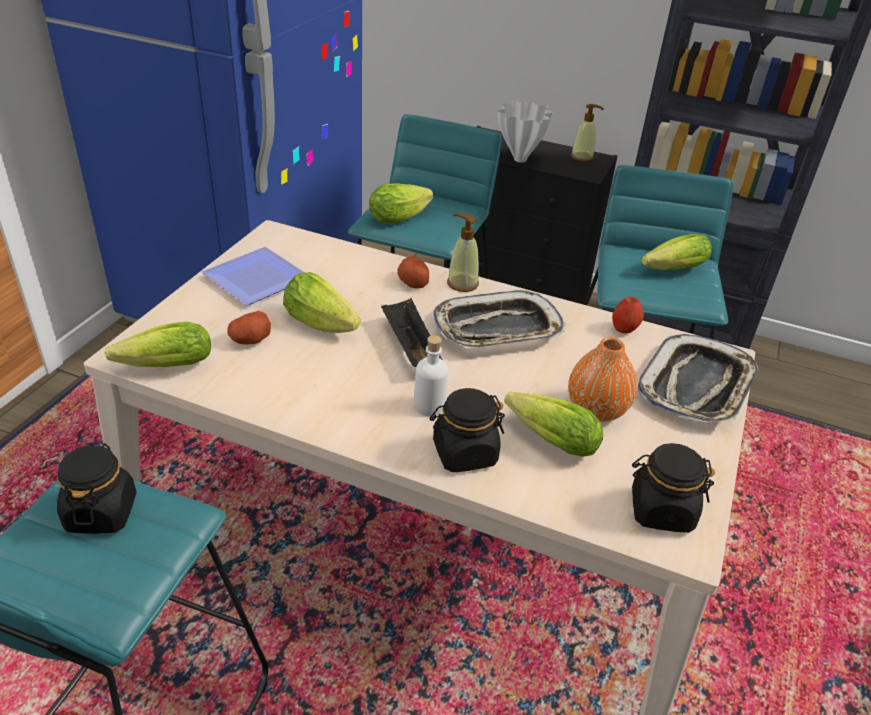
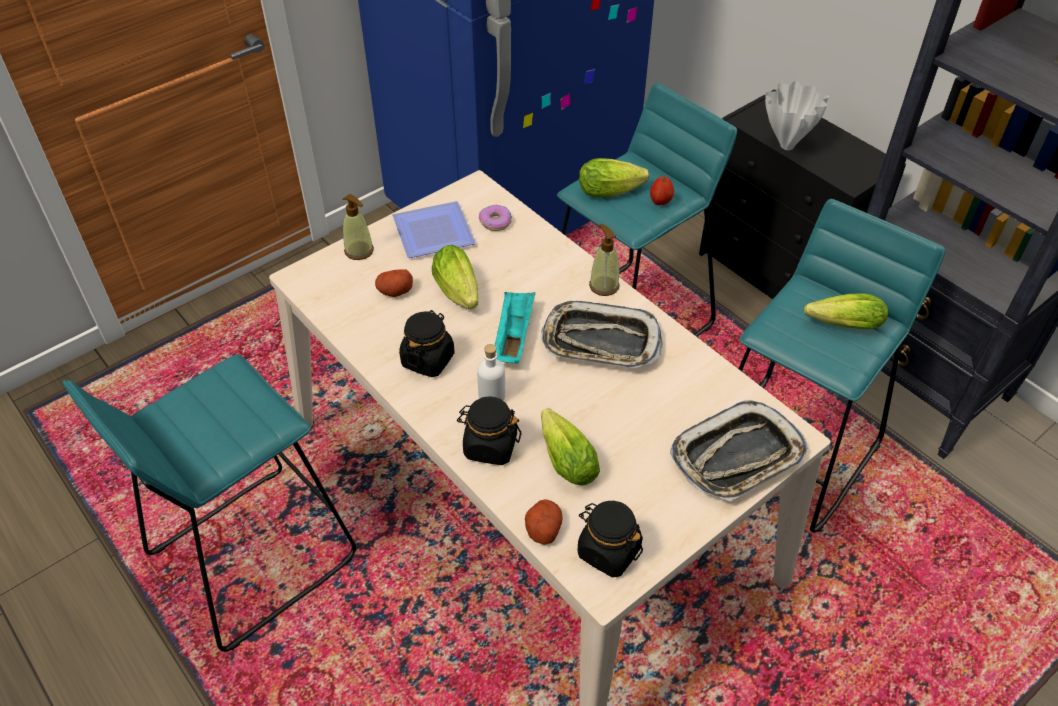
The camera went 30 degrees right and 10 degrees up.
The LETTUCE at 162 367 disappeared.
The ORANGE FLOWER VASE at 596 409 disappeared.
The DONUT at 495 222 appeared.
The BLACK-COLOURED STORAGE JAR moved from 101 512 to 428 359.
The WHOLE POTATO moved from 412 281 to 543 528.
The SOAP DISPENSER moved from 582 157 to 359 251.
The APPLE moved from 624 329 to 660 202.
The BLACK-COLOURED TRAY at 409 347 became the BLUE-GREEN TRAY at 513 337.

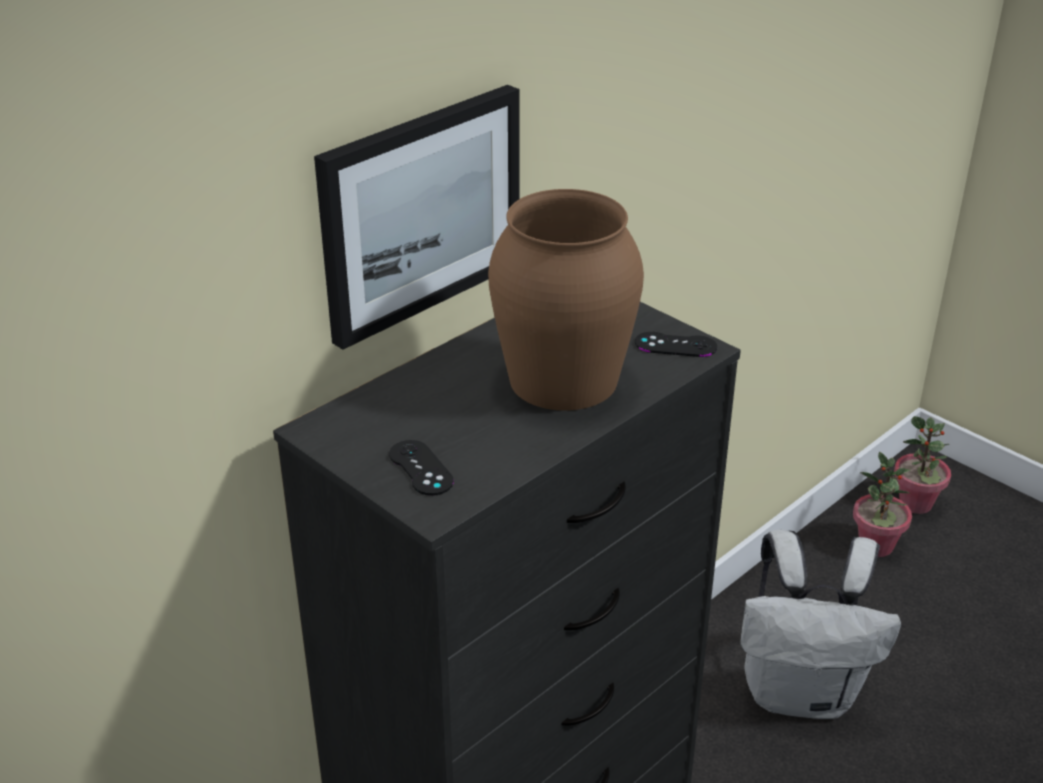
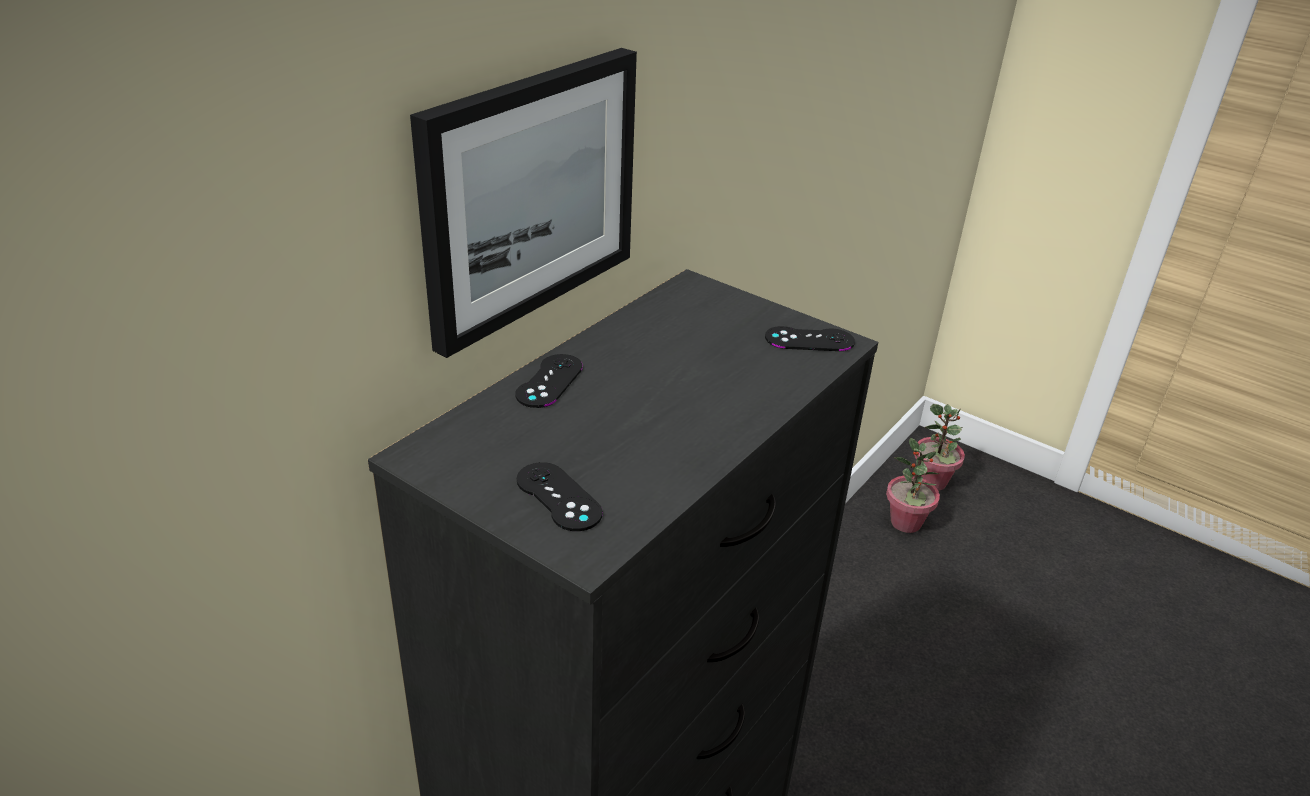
The camera went 10 degrees left and 0 degrees up.
The BROWN FLOWER VASE at 563 380 disappeared.
The WHITE-COLOURED RUCKSACK at 802 693 disappeared.
The BLACK-COLOURED GAME CONTROLLER at 549 381 appeared.

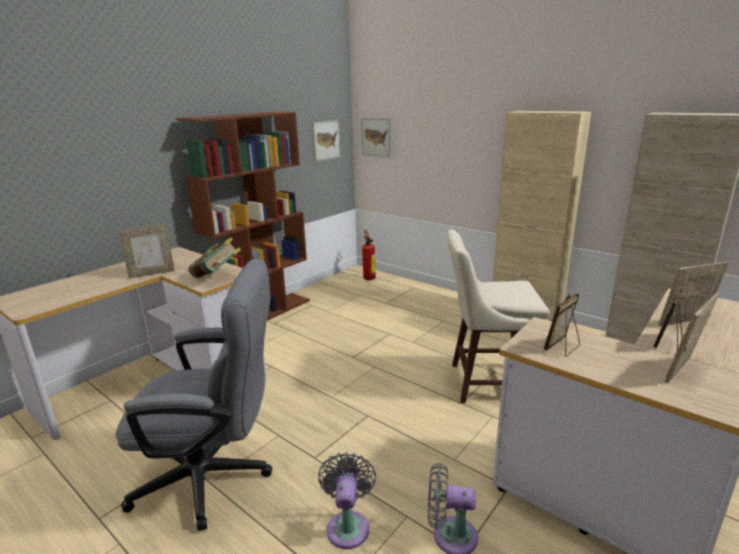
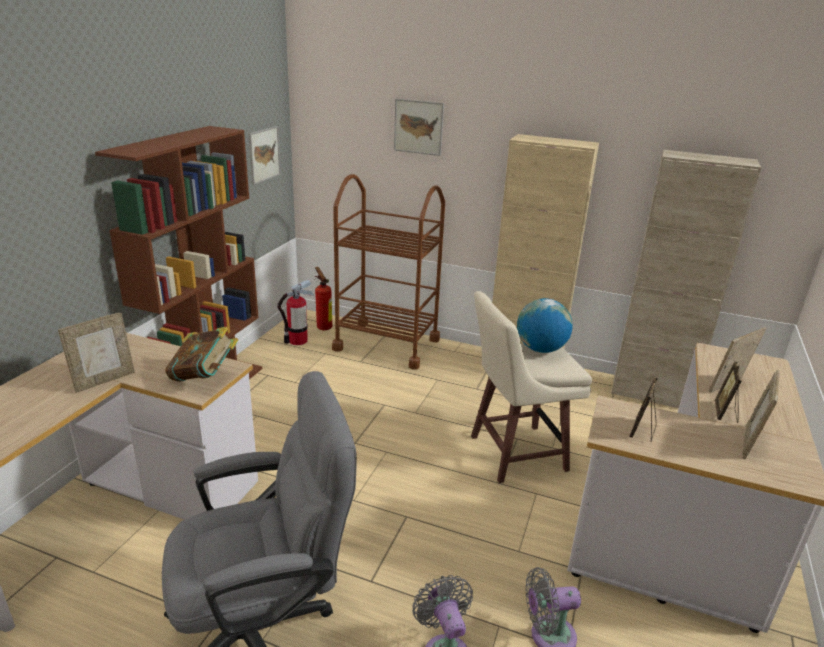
The camera went 20 degrees left and 5 degrees up.
The FIRE EXTINGUISHER at 297 340 appeared.
The BROWN TROLLEY at 387 344 appeared.
The DESK GLOBE at 540 349 appeared.
The PICTURE moved from 376 137 to 418 127.

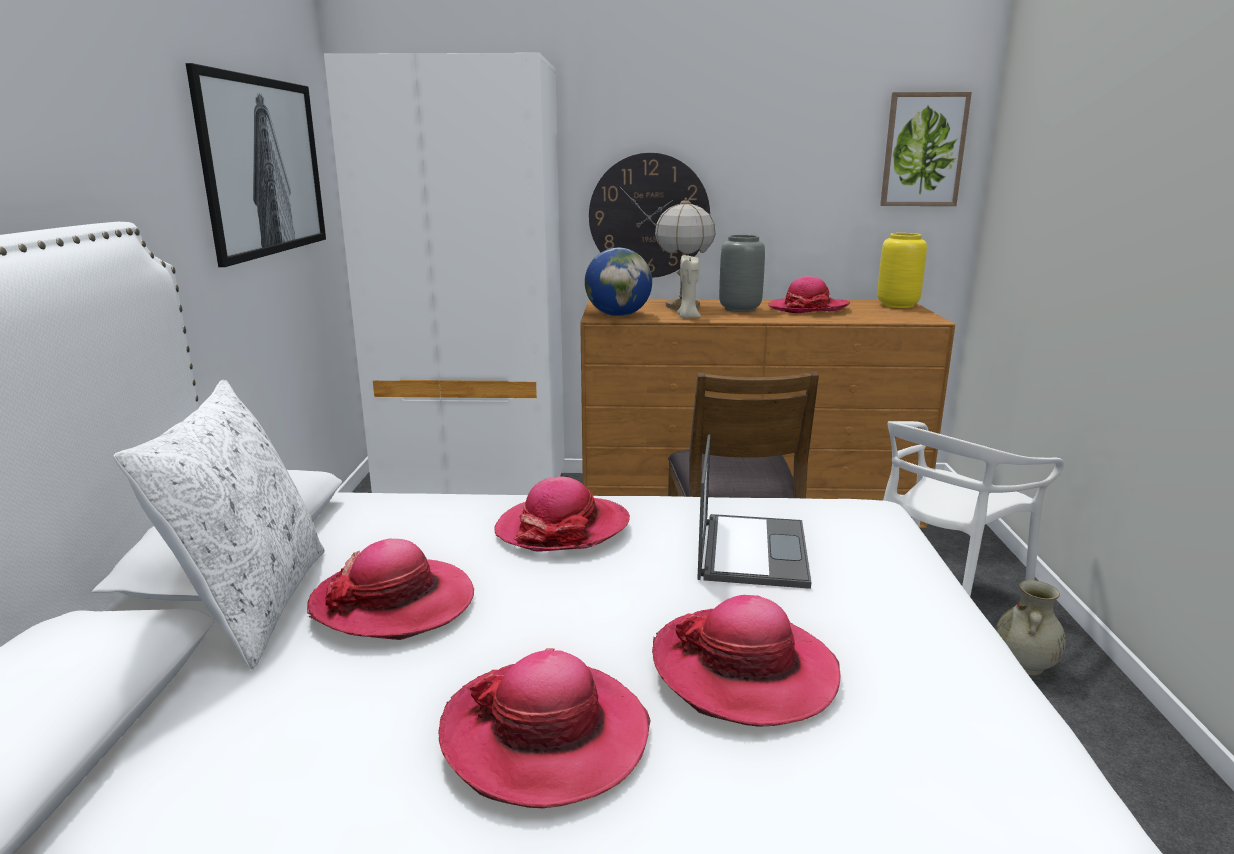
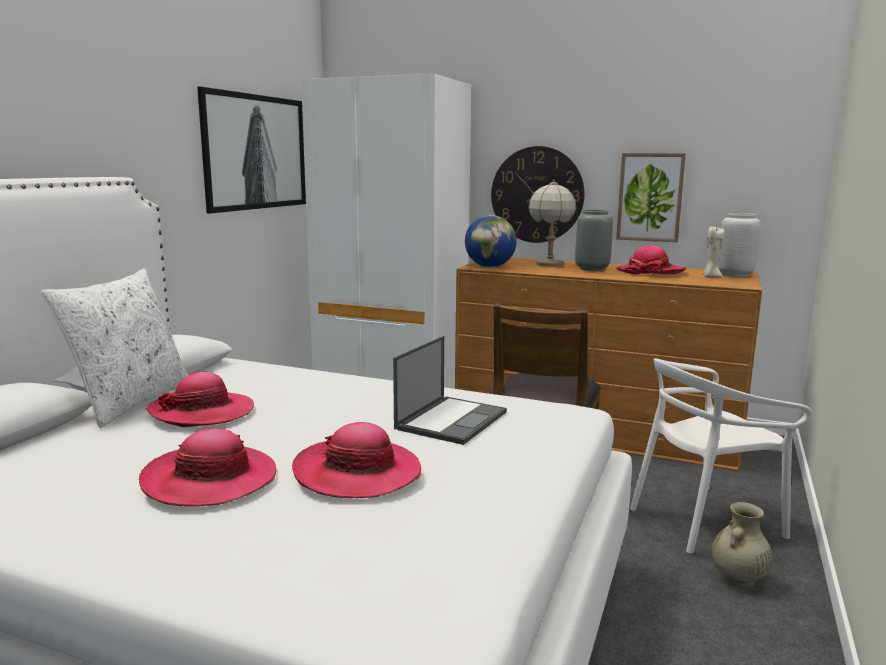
The camera went 20 degrees right and 5 degrees down.
The HAT at 563 528 disappeared.
The BEIGE-COLOURED CANDLE moved from 687 317 to 711 277.
The PICTURE moved from 923 150 to 650 197.
The YELLOW FLOWER VASE at 896 305 became the GREYISH FLOWER VASE at 734 275.

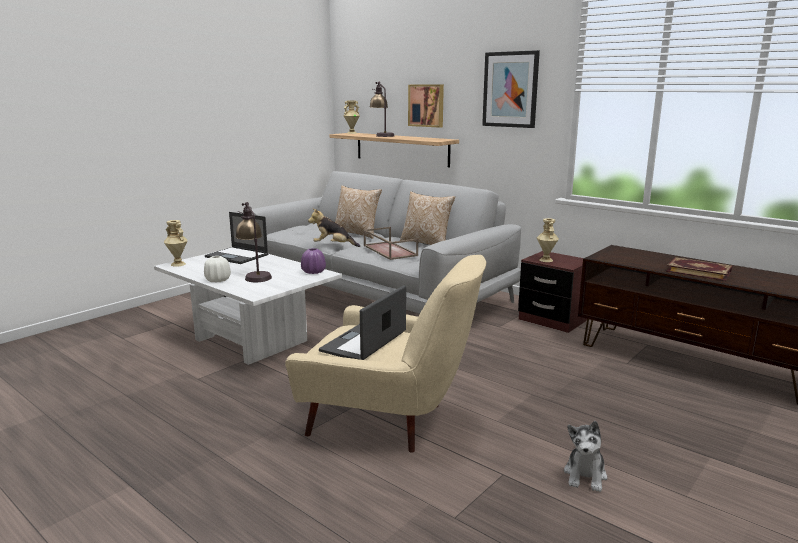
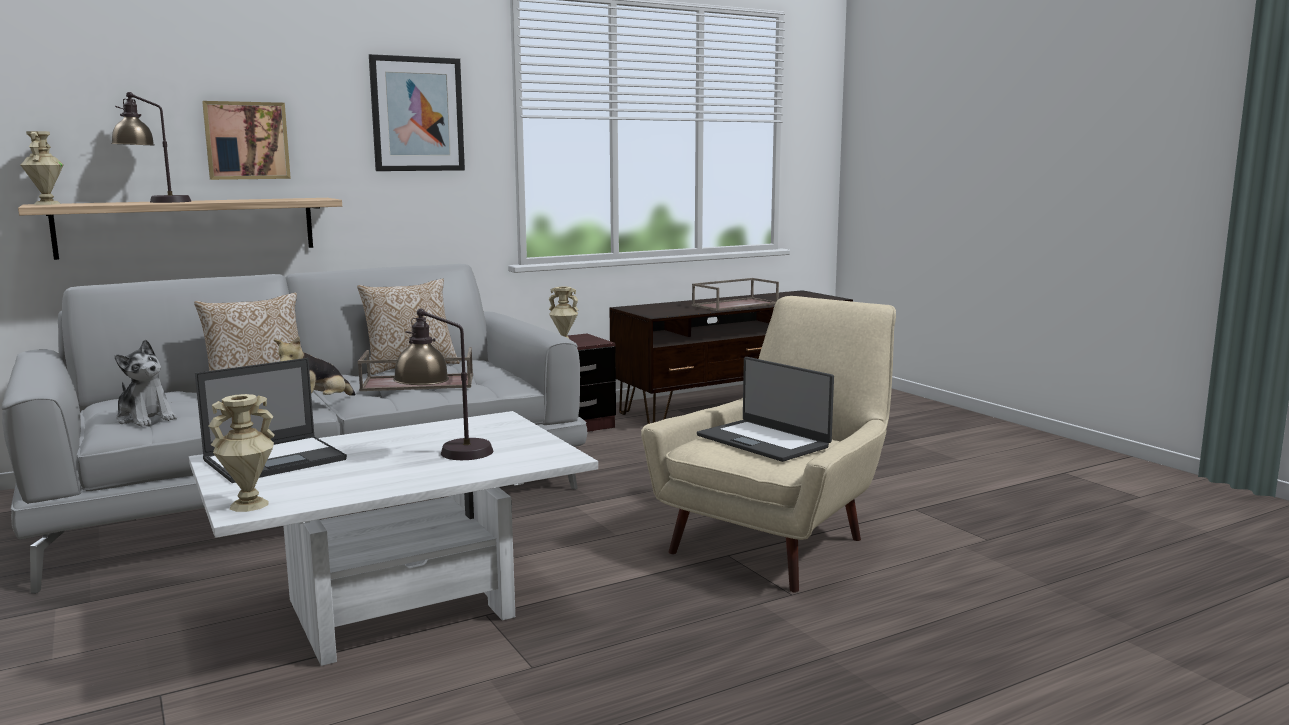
The camera went 70 degrees left and 5 degrees down.
The WHITE-COLOURED FLOWER VASE at 218 280 disappeared.
The PURPLE FLOWER VASE at 313 272 disappeared.
The SOFT TOY moved from 585 475 to 146 418.
The BOOK at 699 271 was replaced by the BROWN TRAY at 735 304.

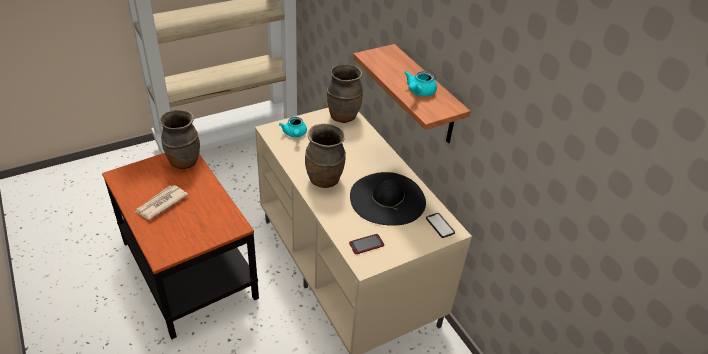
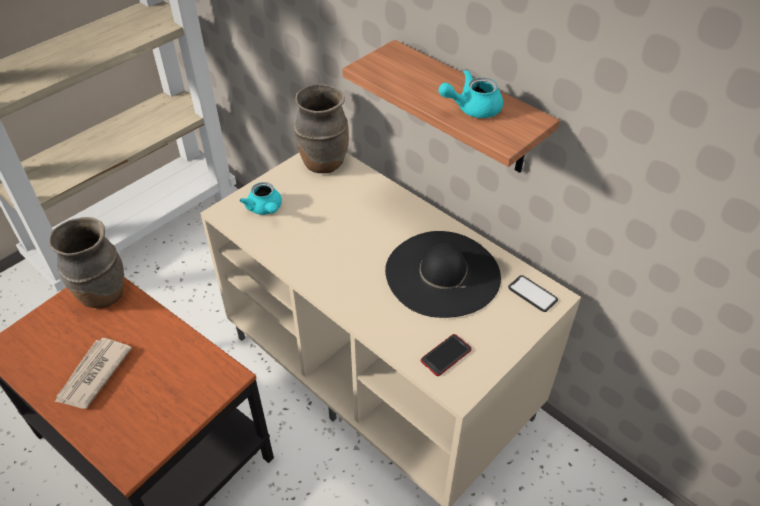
The camera went 15 degrees left and 5 degrees up.
The BROWN FLOWER VASE at 325 180 disappeared.
The BLUE-GREEN TEAPOT at 419 92 turned 60 degrees clockwise.

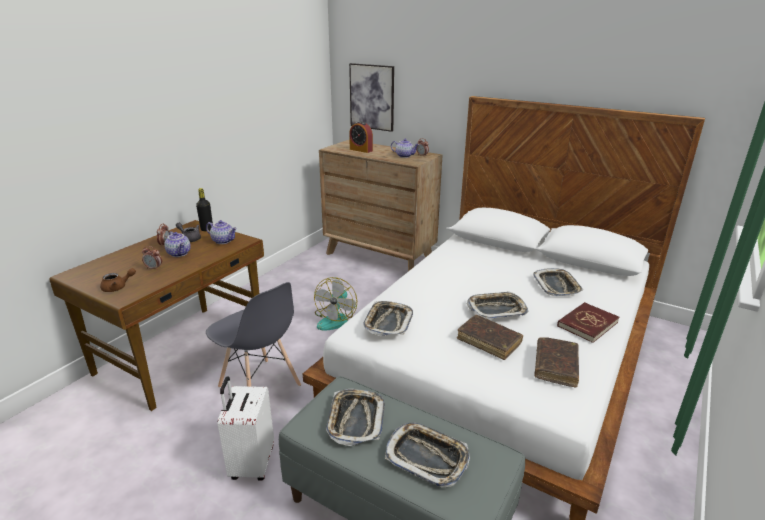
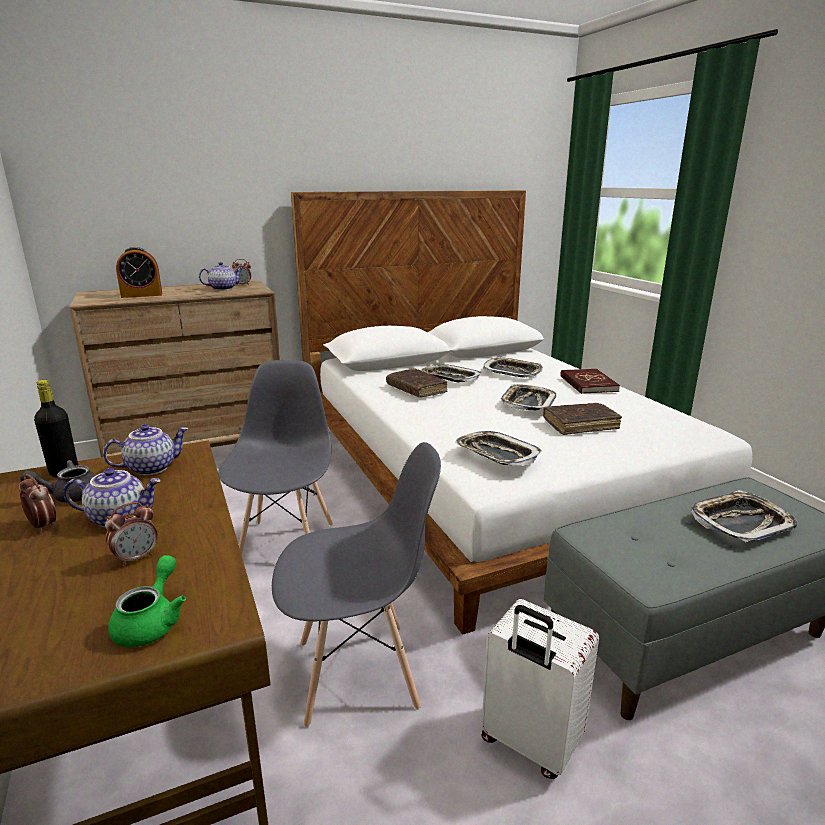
The camera went 55 degrees left and 5 degrees down.
The PICTURE at 372 97 disappeared.
The TRAY moved from 355 420 to 450 377.
The BROWN BOOK moved from 555 366 to 416 389.
The ELECTRIC FAN at 335 319 was replaced by the GREYISH PLAIN CHAIR at 286 544.
The BROWN TEAPOT at 118 287 became the GREENISH TEAPOT at 152 622.

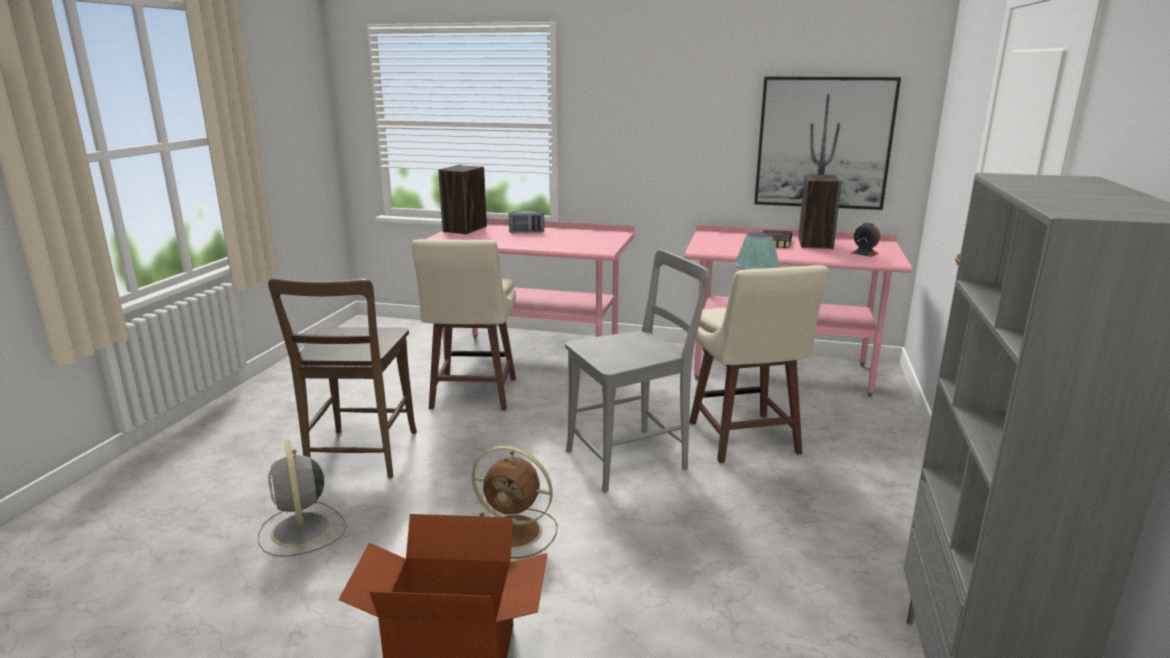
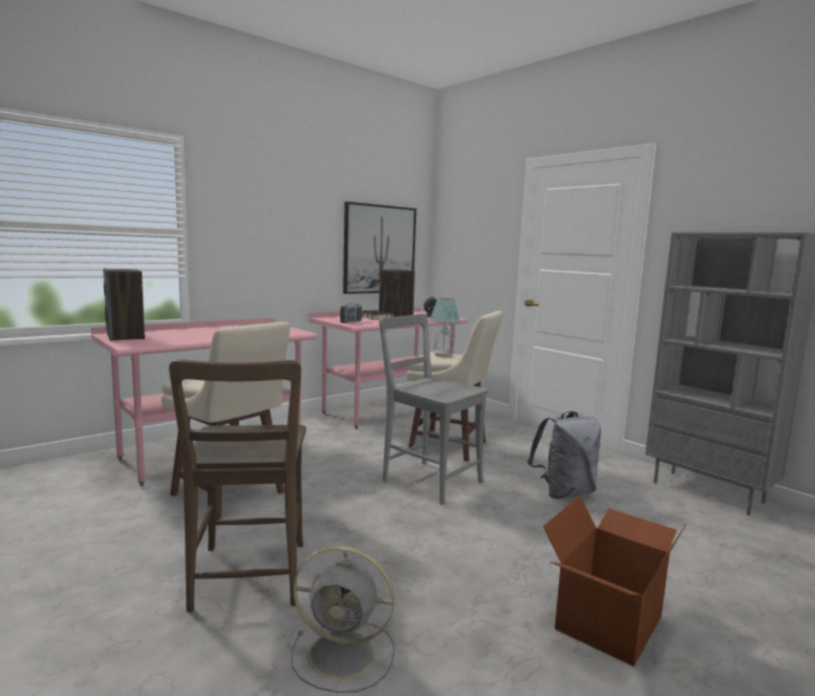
The camera went 55 degrees left and 10 degrees down.
The BROWN ELECTRIC FAN at 516 532 disappeared.
The GREYISH RUCKSACK at 564 492 appeared.
The RADIO SET moved from 526 232 to 351 322.
The BROWN PLAIN CHAIR at 361 457 turned 45 degrees clockwise.
The GREYISH PLAIN CHAIR at 632 459 turned 60 degrees counterclockwise.

